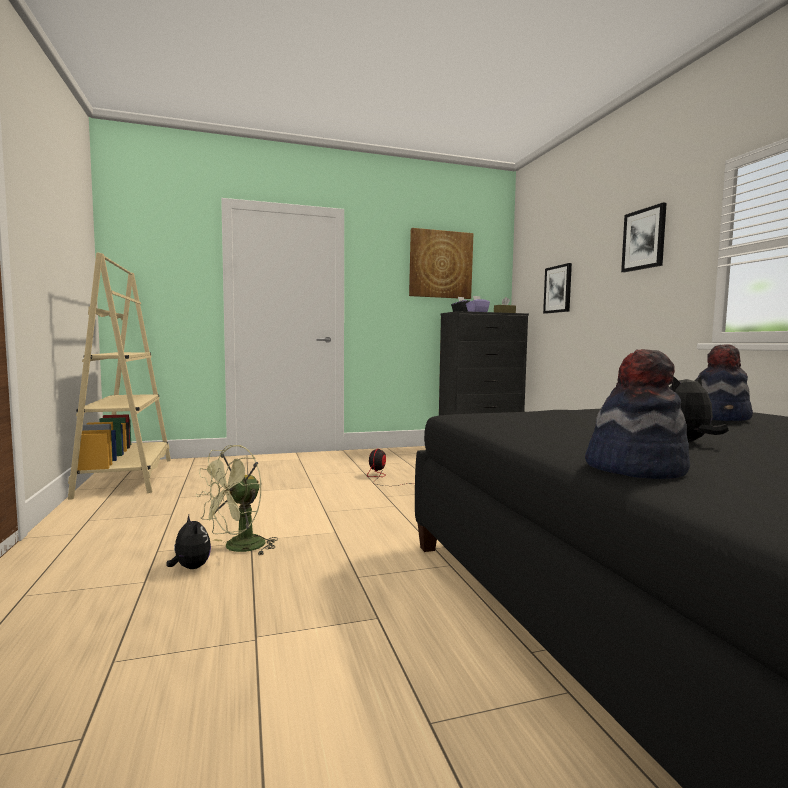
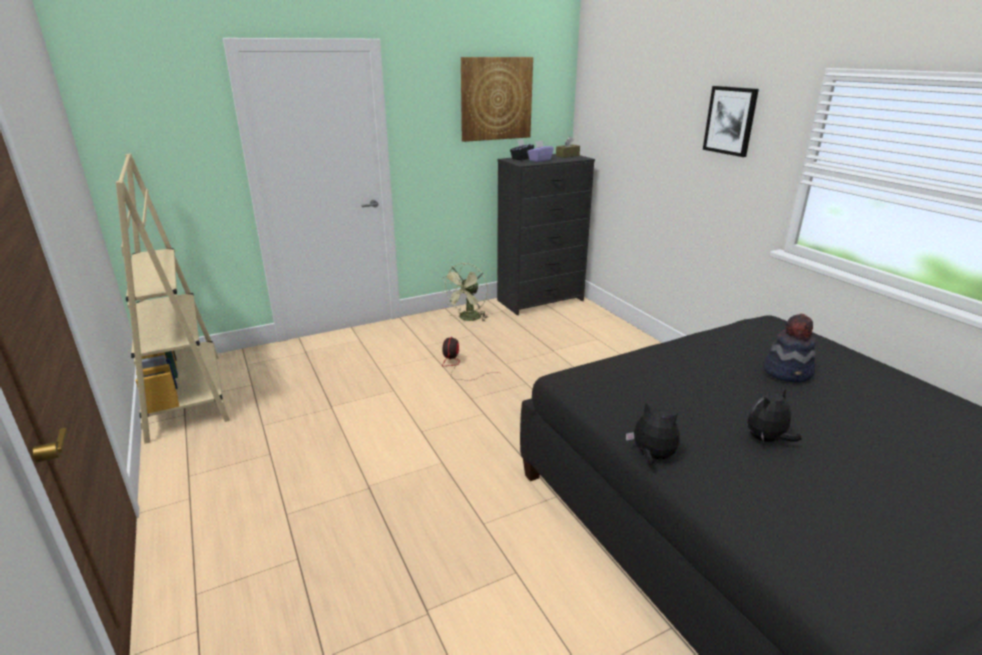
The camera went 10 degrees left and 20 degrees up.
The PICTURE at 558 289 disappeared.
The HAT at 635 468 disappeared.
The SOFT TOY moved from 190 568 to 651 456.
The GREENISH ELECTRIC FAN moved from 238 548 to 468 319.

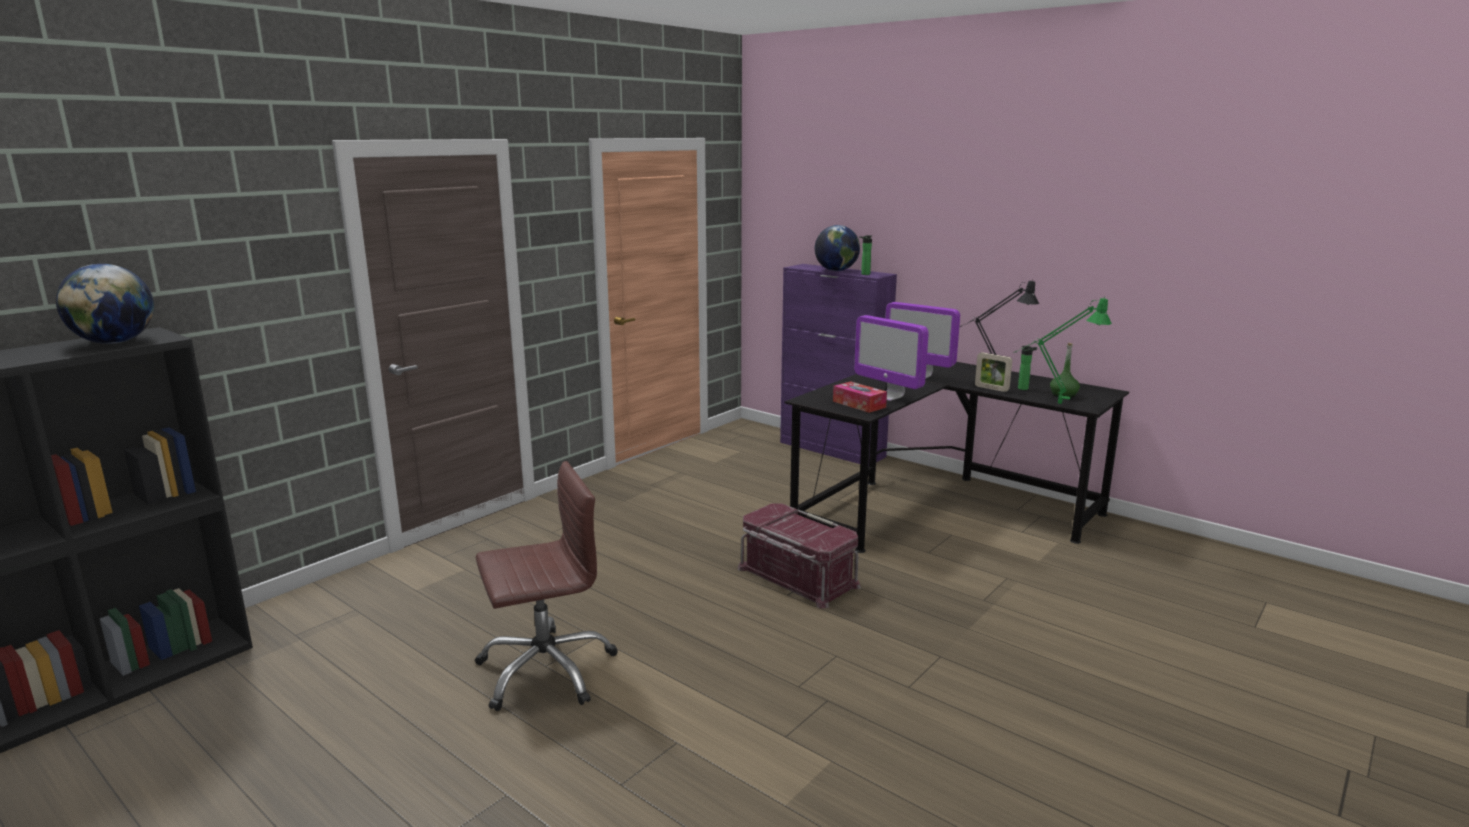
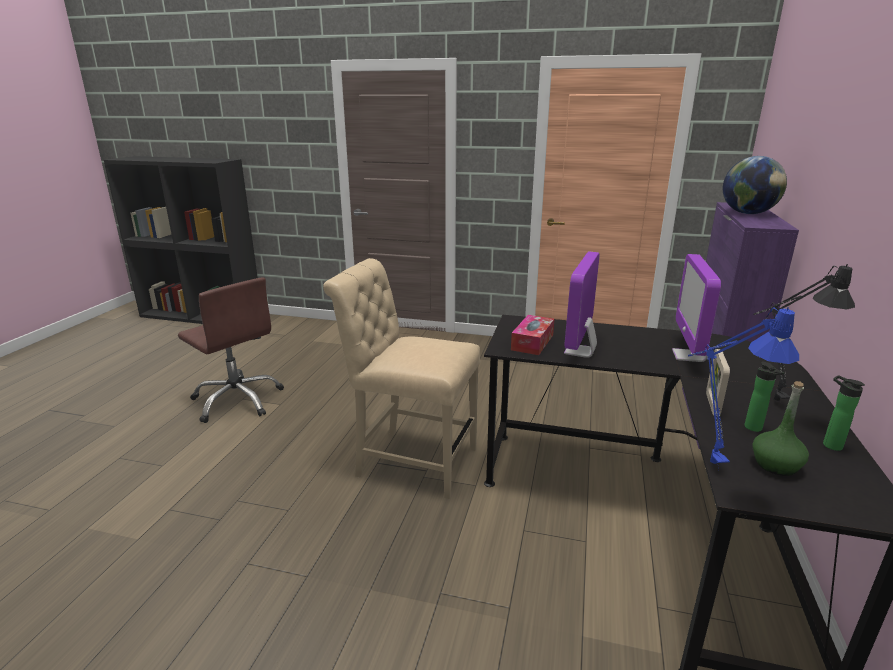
The camera went 65 degrees right and 5 degrees up.
The DESK GLOBE at 115 342 disappeared.
The DRINK BOTTLE moved from 864 274 to 829 444.
The REDDISH STORAGE BIN at 796 577 was replaced by the BEIGE-COLOURED PLAIN CHAIR at 411 460.
The GREENISH TABLETOP LAMP at 1053 404 became the BLUISH TABLETOP LAMP at 707 458.

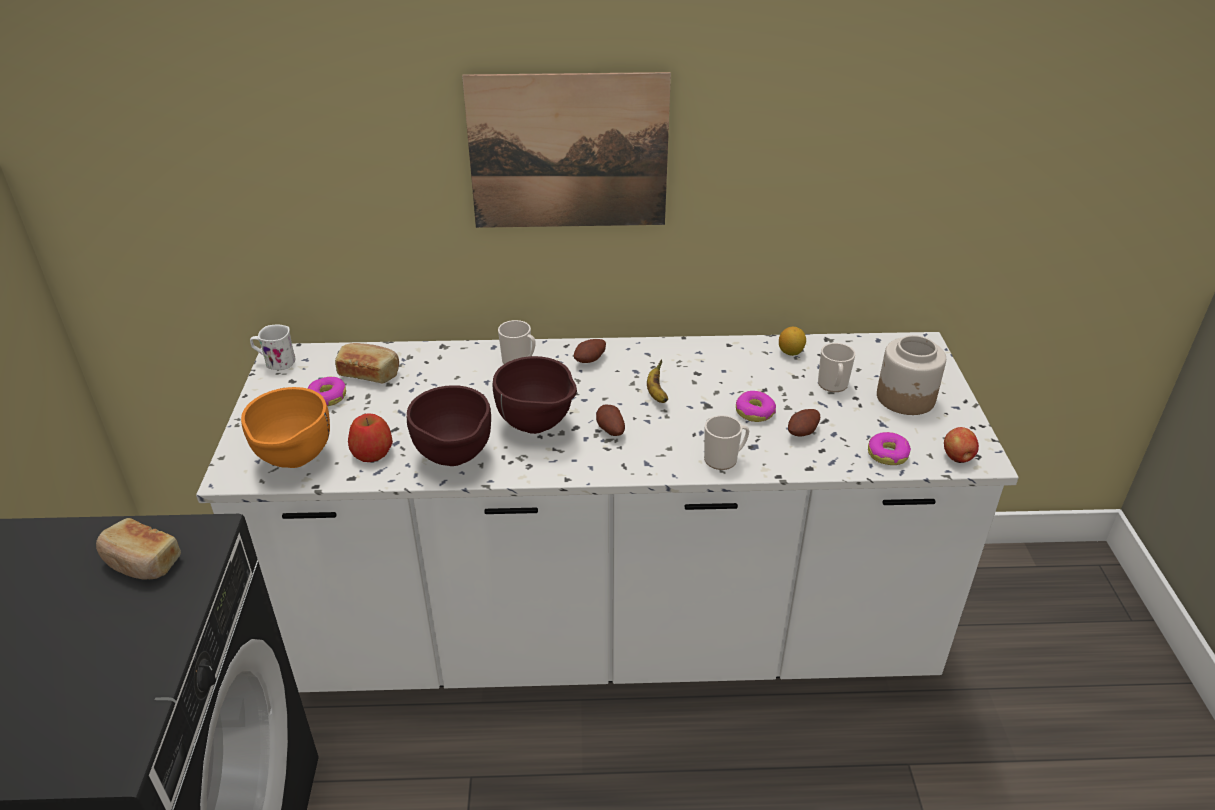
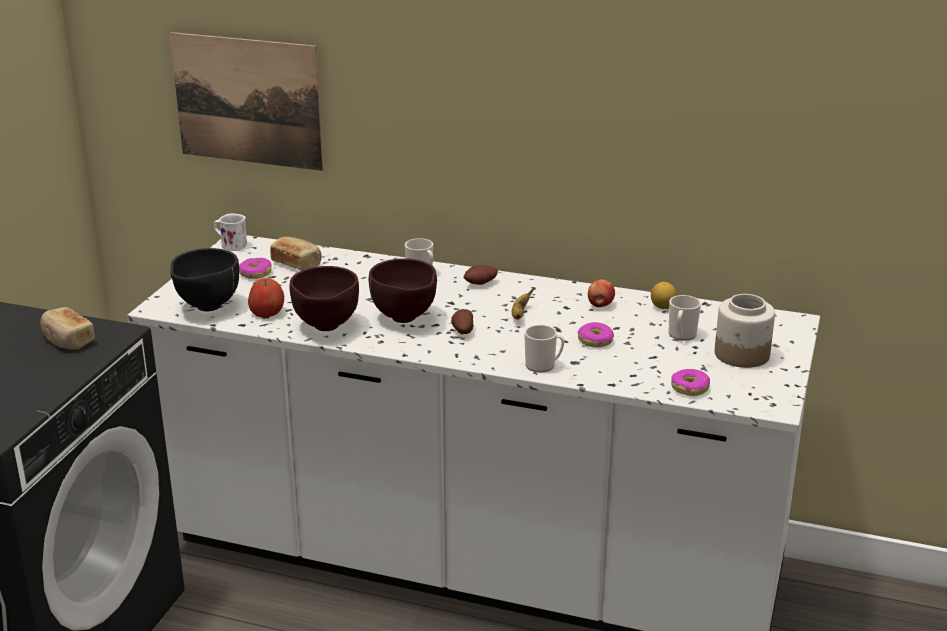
The camera went 20 degrees right and 10 degrees down.
The WHOLE POTATO at 803 433 disappeared.
The PICTURE moved from 568 152 to 247 101.
The APPLE moved from 957 458 to 600 305.
The ORANGE BOWL at 294 462 became the BLACK-COLOURED BOWL at 206 308.

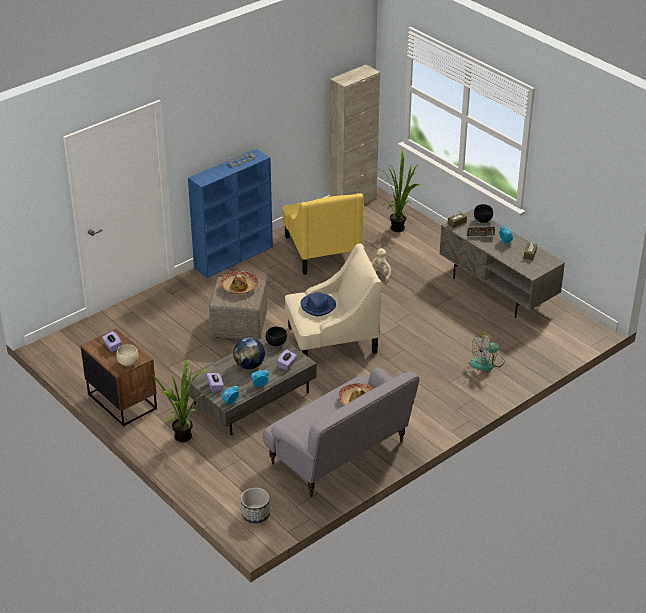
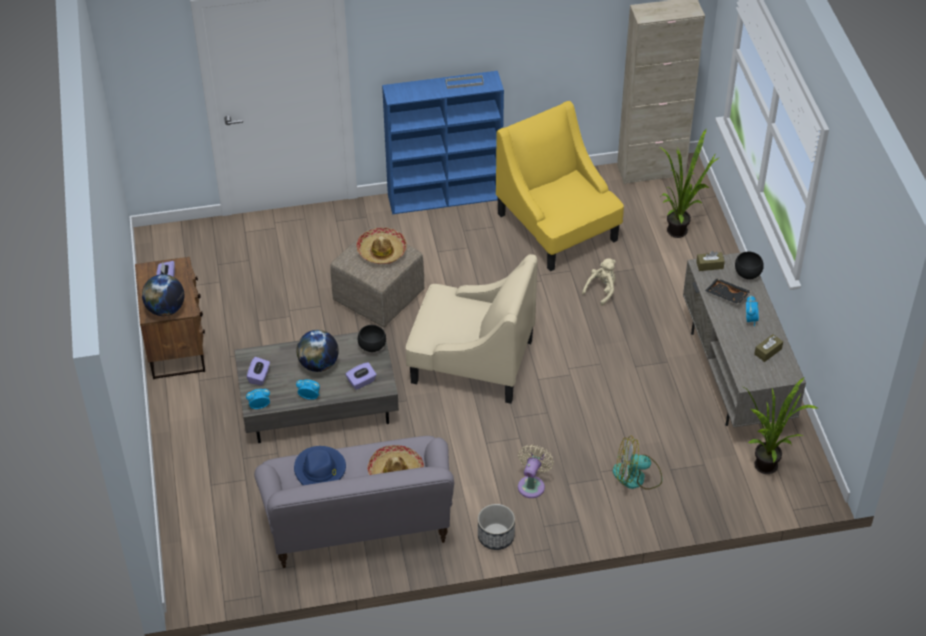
The camera went 30 degrees right and 10 degrees up.
The BEIGE-COLOURED ELECTRIC FAN at 532 484 appeared.
The HOUSEPLANT moved from 186 439 to 768 470.
The FLOWER POT moved from 255 514 to 496 537.
The BLUISH HAT moved from 318 306 to 320 469.
The BEIGE-COLOURED BOWL at 127 363 was replaced by the DESK GLOBE at 165 309.
The YELLOW ARMCHAIR at 321 250 turned 135 degrees clockwise.

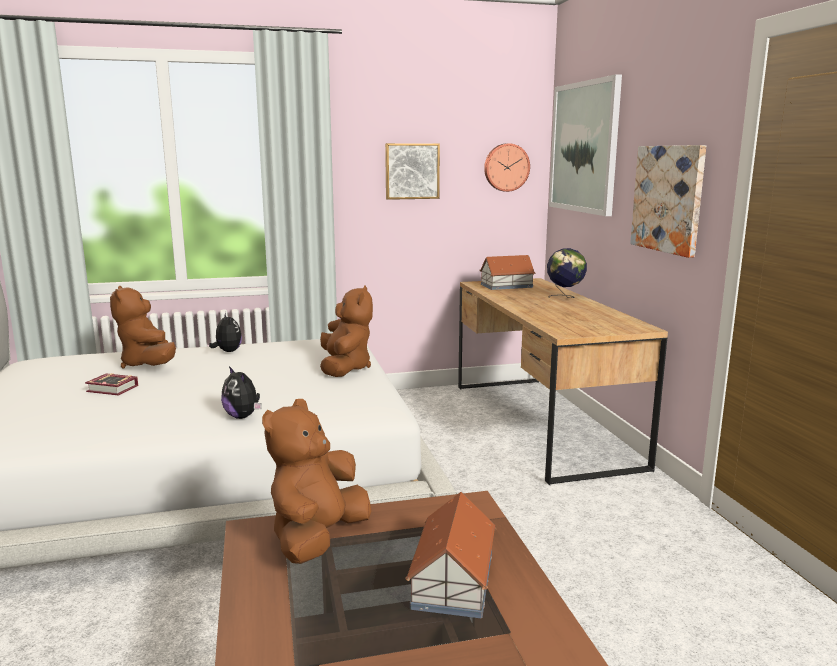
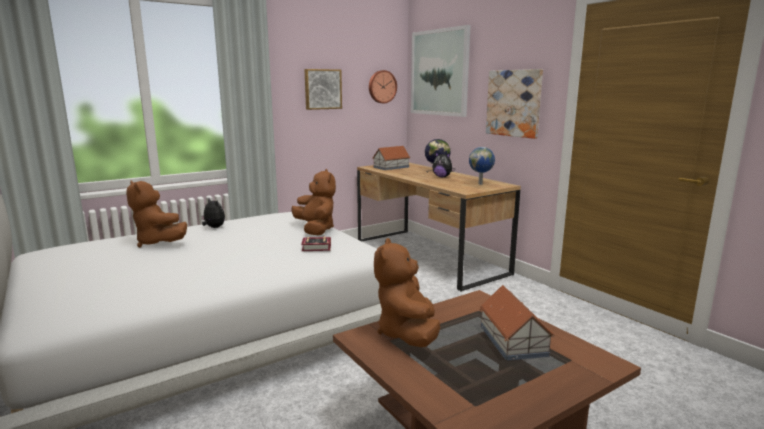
The camera went 20 degrees left and 0 degrees up.
The DESK GLOBE at 480 184 appeared.
The BOOK moved from 113 389 to 318 247.
The SOFT TOY moved from 243 416 to 442 177.

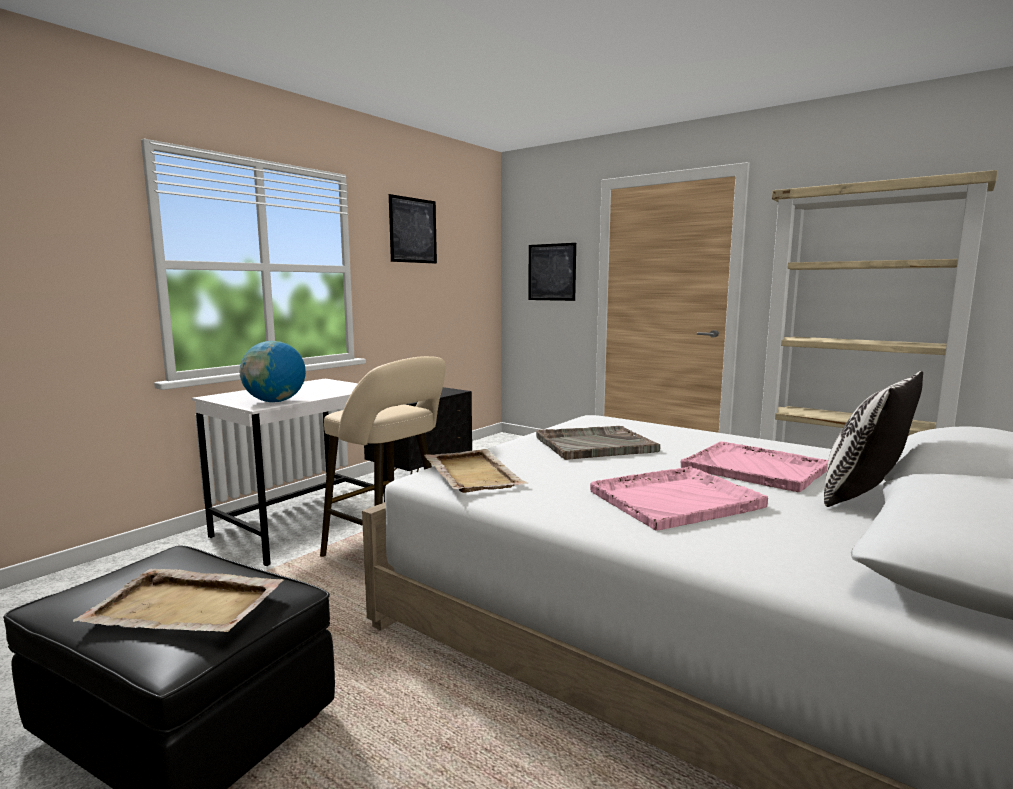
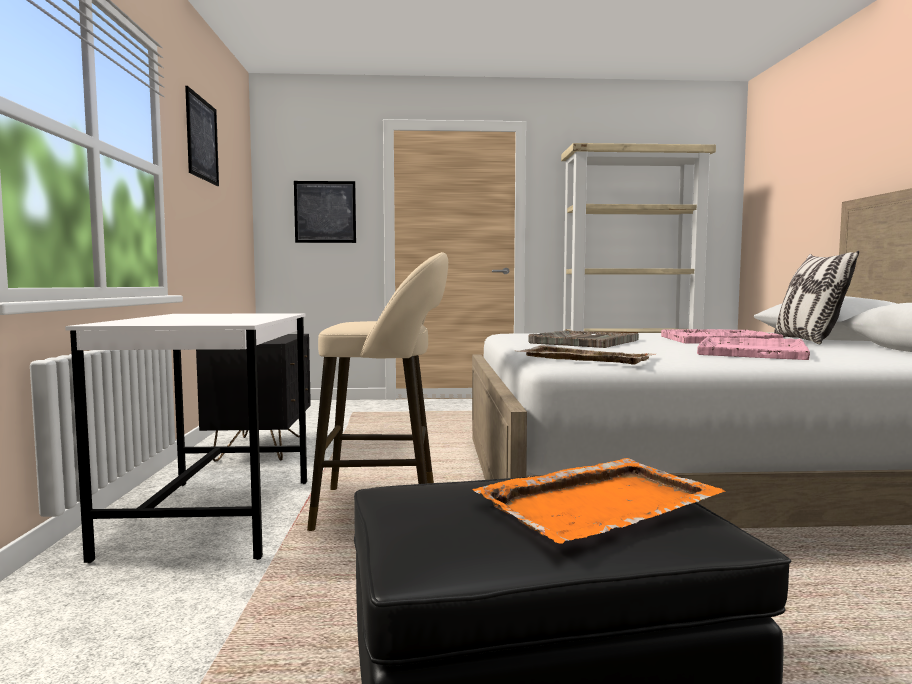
The camera went 40 degrees left and 5 degrees down.
The DESK GLOBE at 275 401 disappeared.
The BEIGE-COLOURED TRAY at 186 606 became the ORANGE TRAY at 601 503.

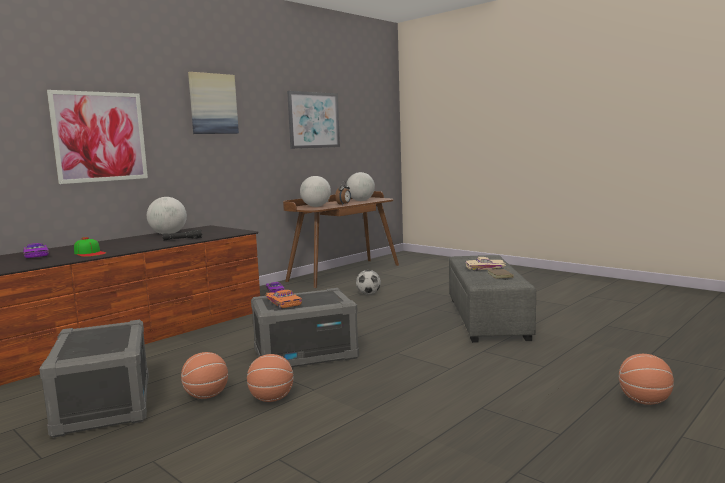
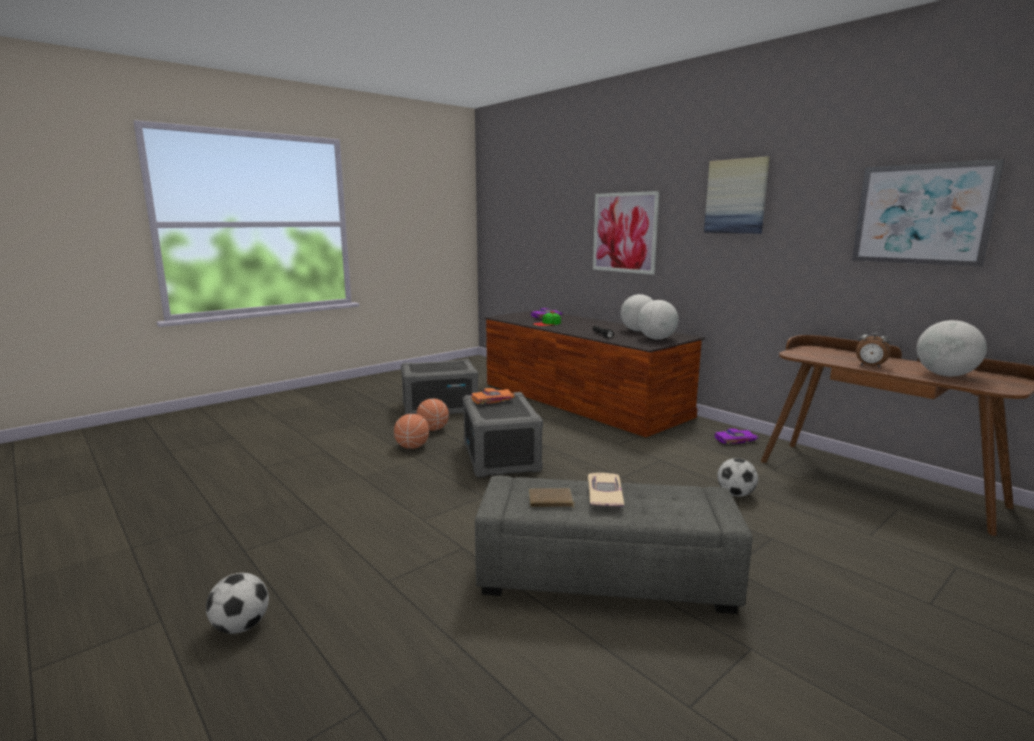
The camera went 95 degrees right and 5 degrees up.
The DESK GLOBE moved from 316 206 to 656 339.
The BALL FOR BASKETBALL at 644 401 was replaced by the BALL FOR FOOTBALL at 241 626.

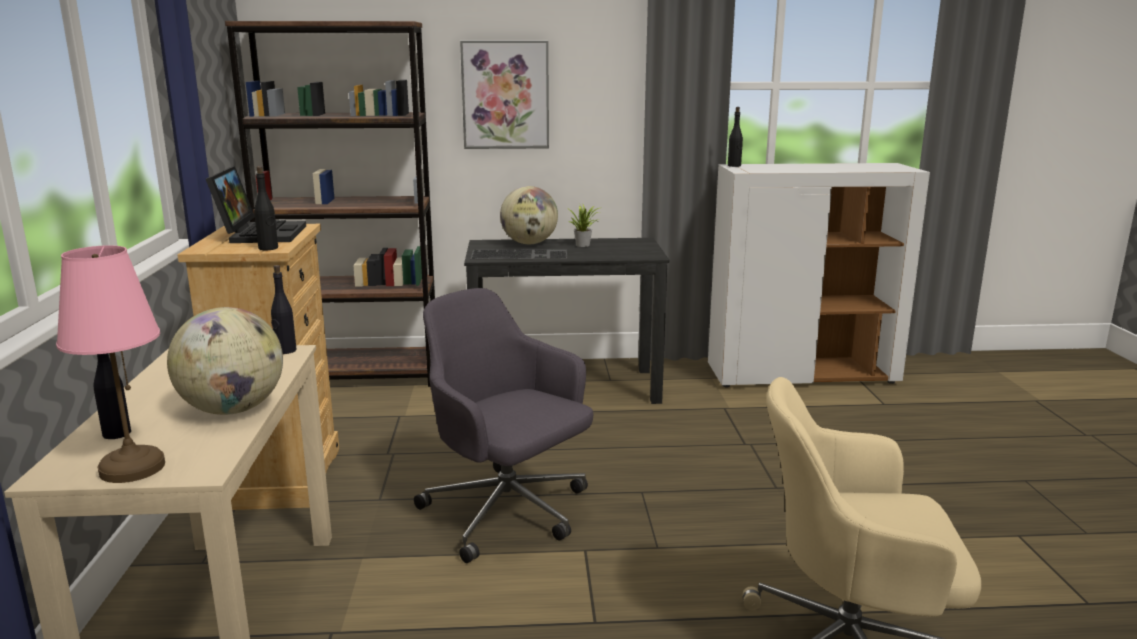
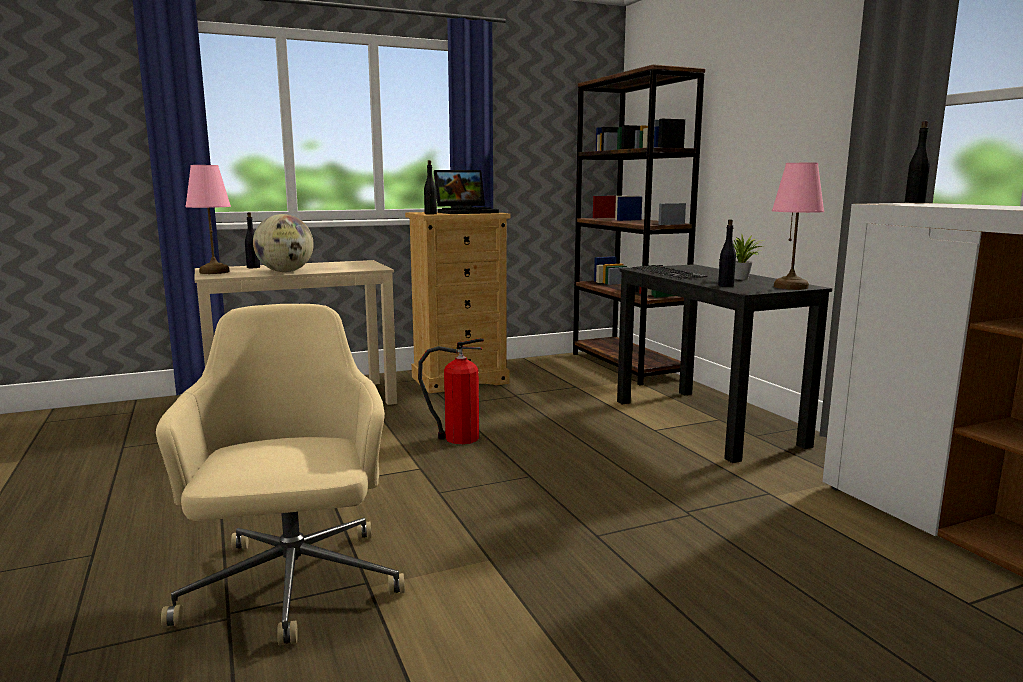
The camera went 70 degrees right and 5 degrees down.
The PICTURE at 505 95 disappeared.
The DESK GLOBE at 529 243 disappeared.
The PINK TABLETOP LAMP at 791 287 appeared.
The BLACK-COLOURED DRINK BOTTLE moved from 285 351 to 725 286.
The GREYISH OFFICE CHAIR at 508 512 was replaced by the FIRE EXTINGUISHER at 458 438.

